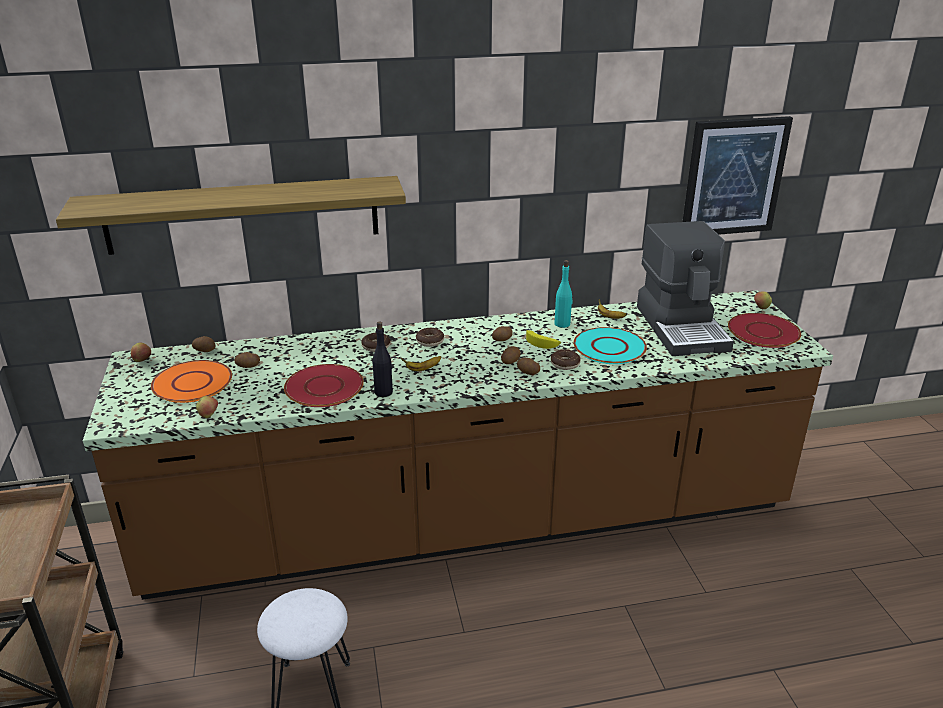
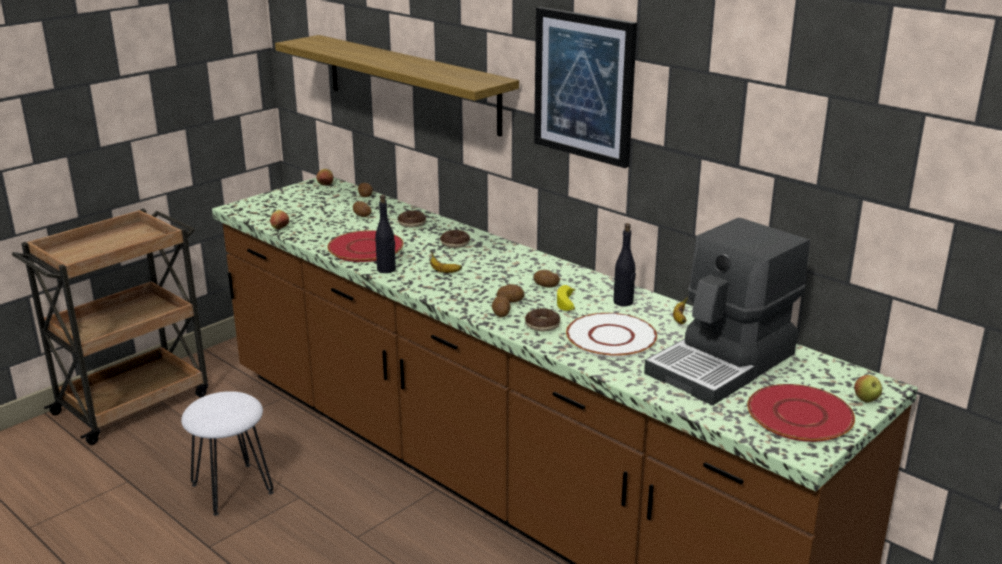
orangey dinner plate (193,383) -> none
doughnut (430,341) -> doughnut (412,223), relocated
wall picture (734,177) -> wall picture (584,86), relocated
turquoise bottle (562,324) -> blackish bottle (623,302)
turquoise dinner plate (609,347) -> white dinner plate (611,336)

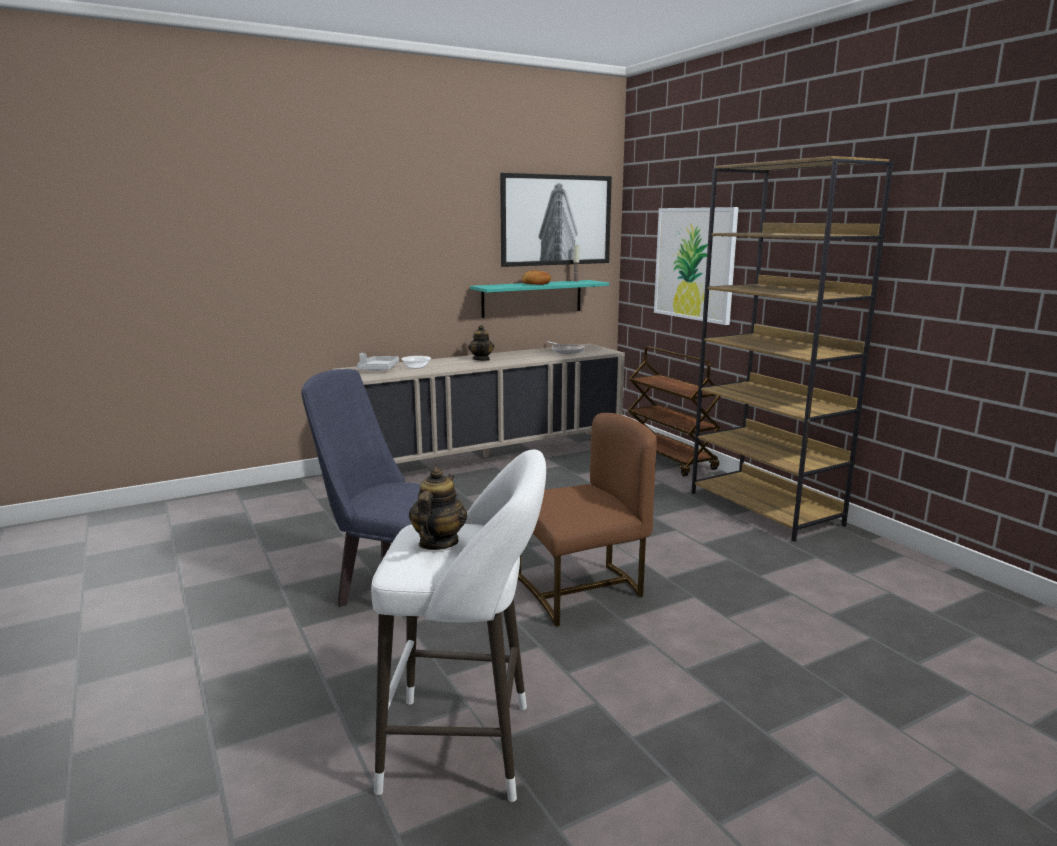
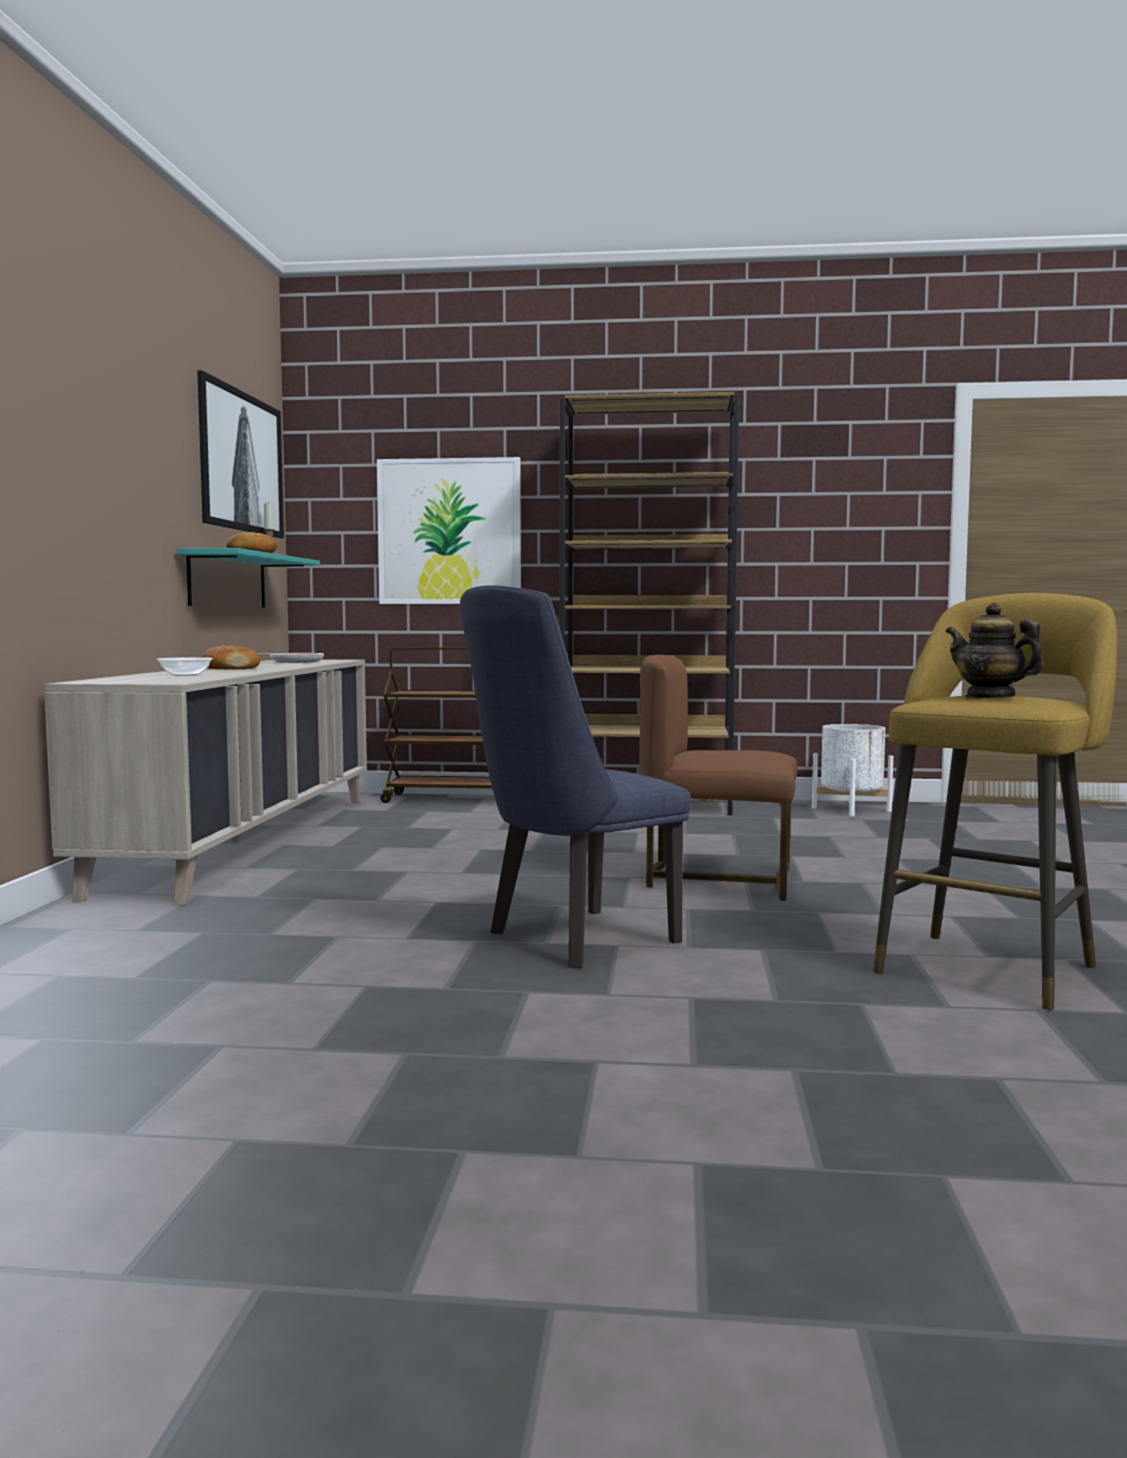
grey carrying tray (379,369) -> none
none -> white plant pot (851,809)
tea pot (481,359) -> baked bread (230,668)
white stool (467,747) -> yellowish stool (990,966)
brown chair (582,590) -> brown chair (718,879), 90 degrees counterclockwise

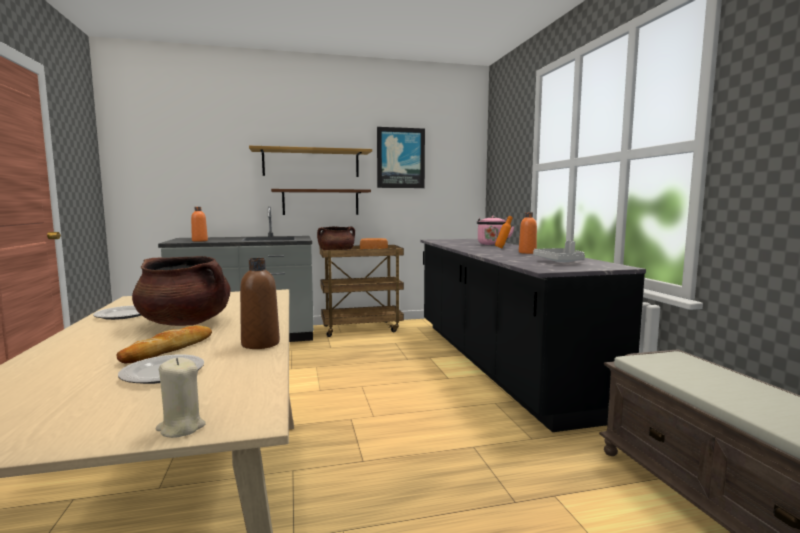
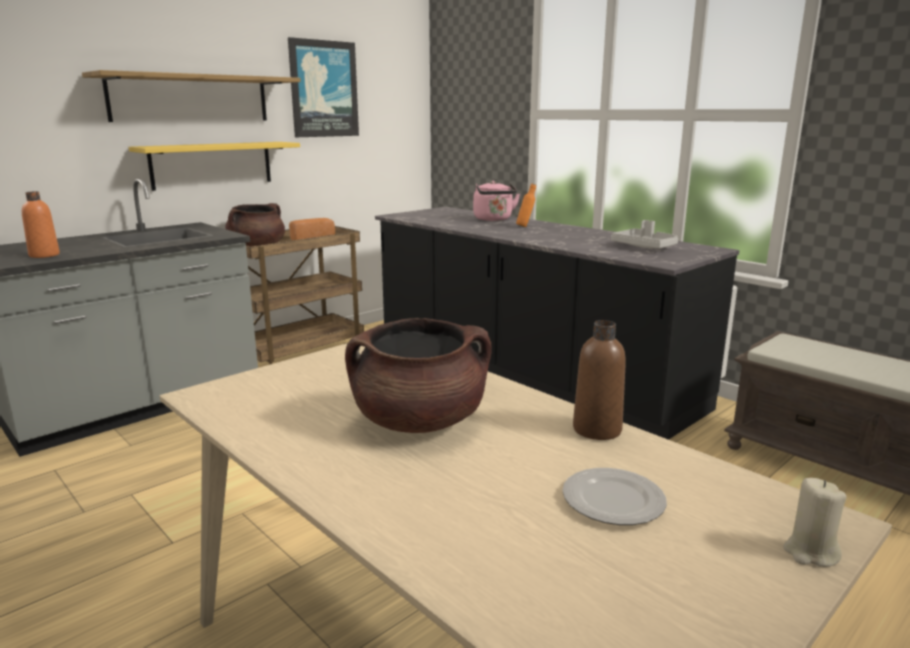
dinner plate (123,315) -> none
baked bread (170,349) -> none
orangey bottle (527,252) -> none
brown bracket shelf (320,202) -> yellowish bracket shelf (212,165)

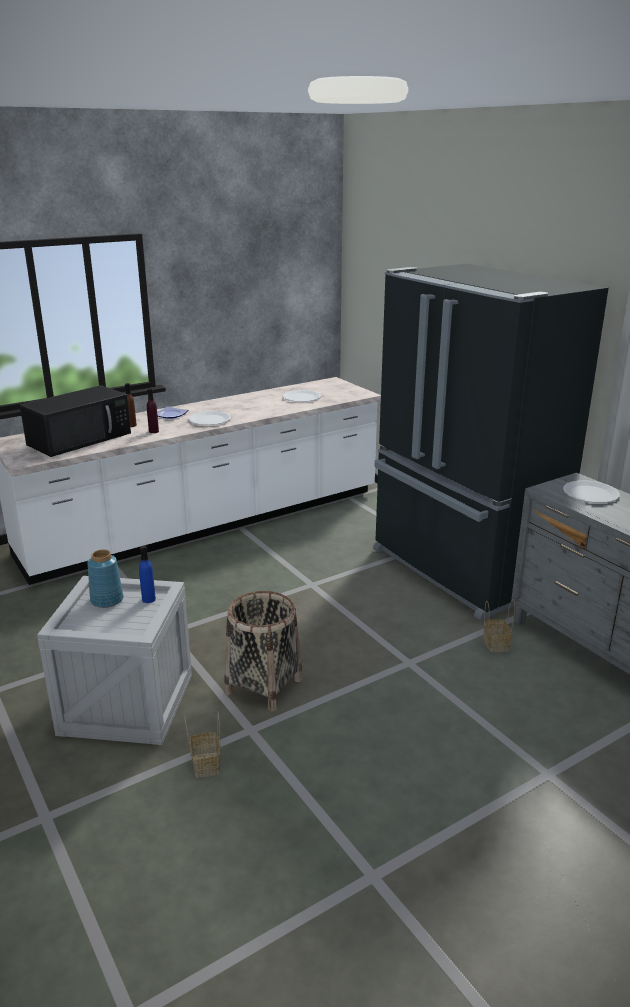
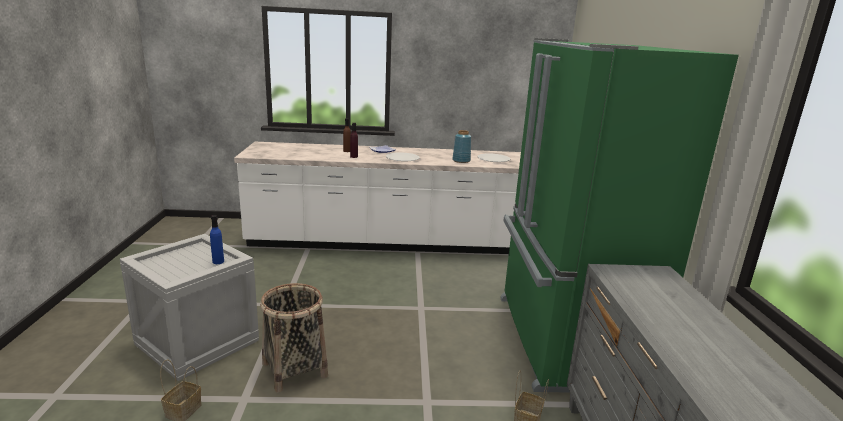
blackish microwave (80,438) -> none
white dinner plate (590,493) -> none
bluish decorative vase (107,600) -> bluish decorative vase (461,161), relocated
blackish kitchen fridge (460,569) -> green kitchen fridge (563,341)

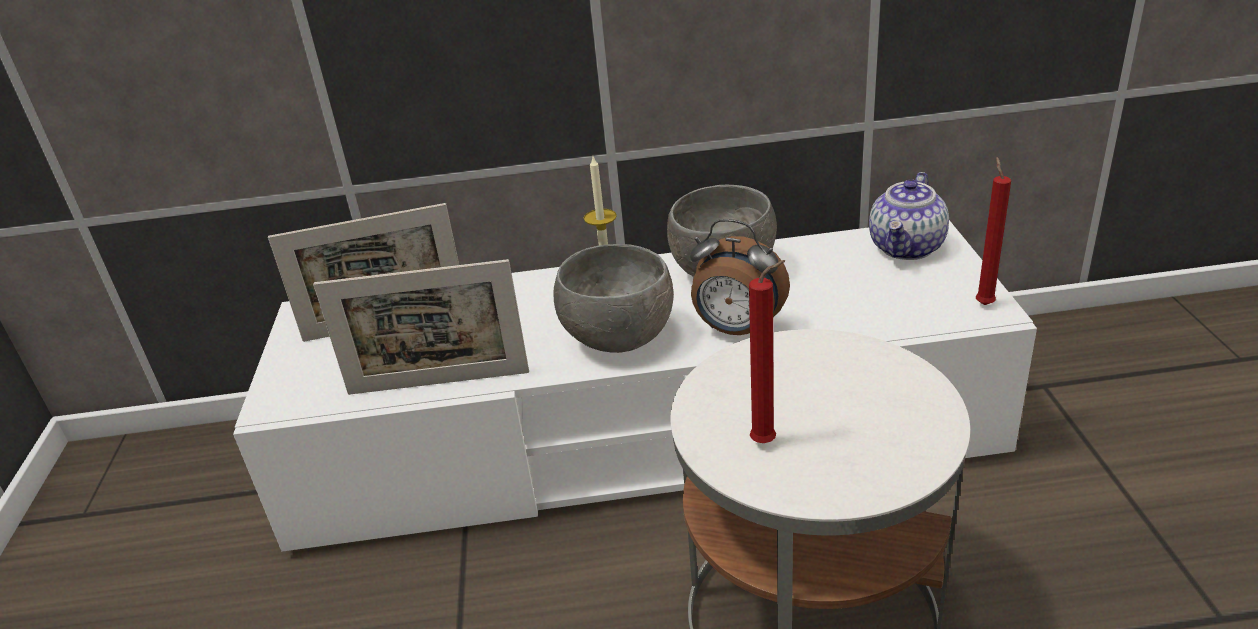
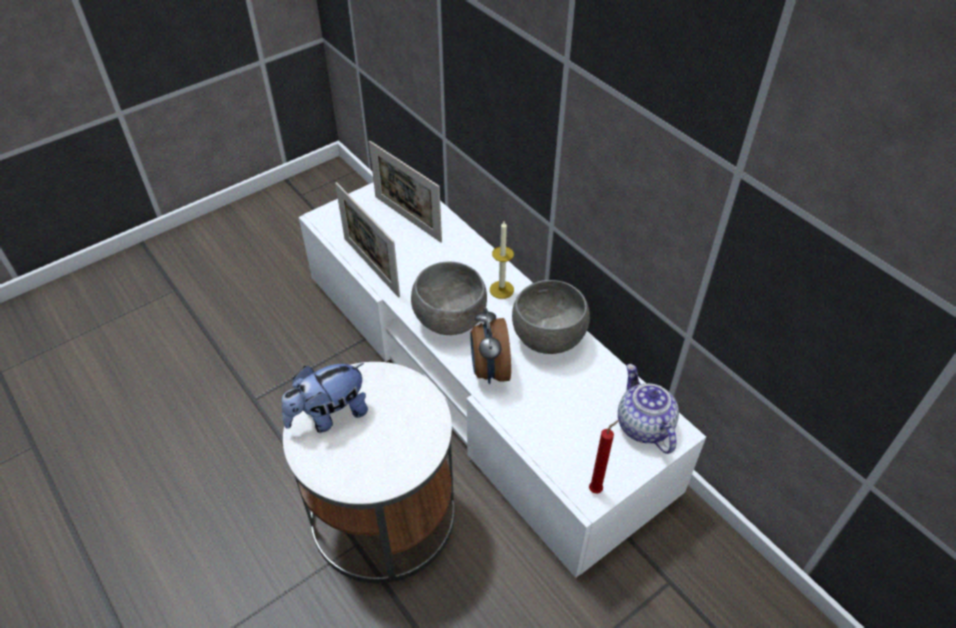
reddish wax light (767,442) -> soft toy (329,415)
tea pot (907,248) -> tea pot (643,425), 75 degrees clockwise

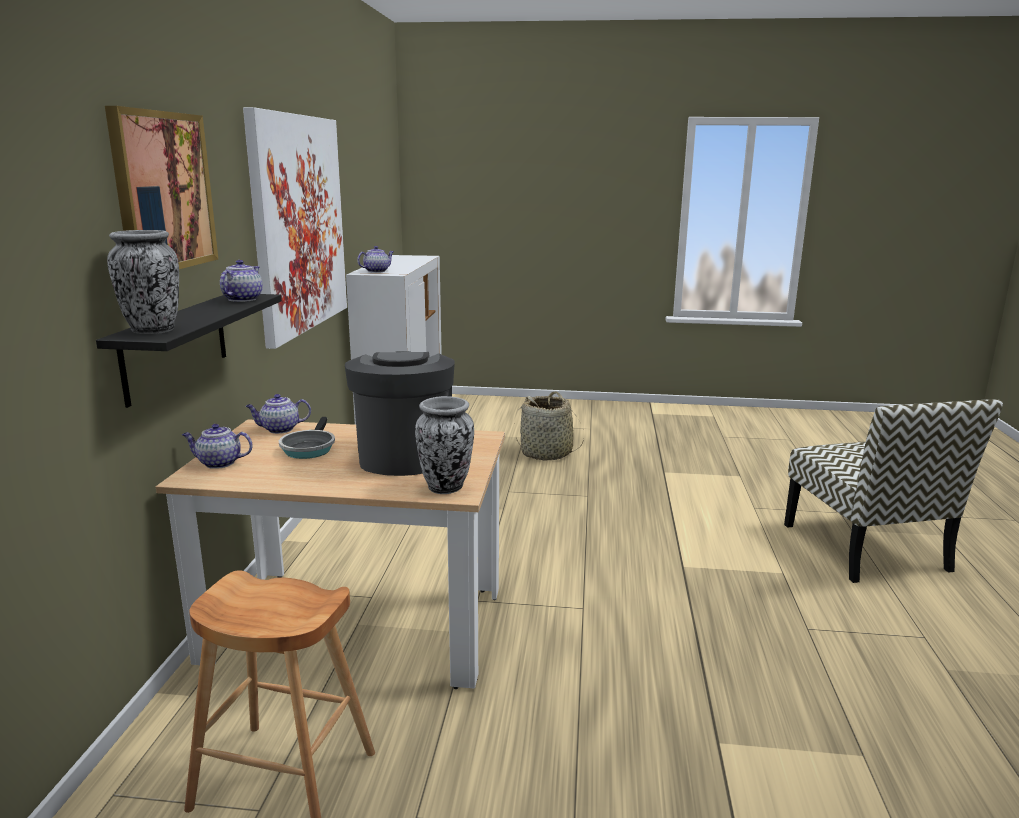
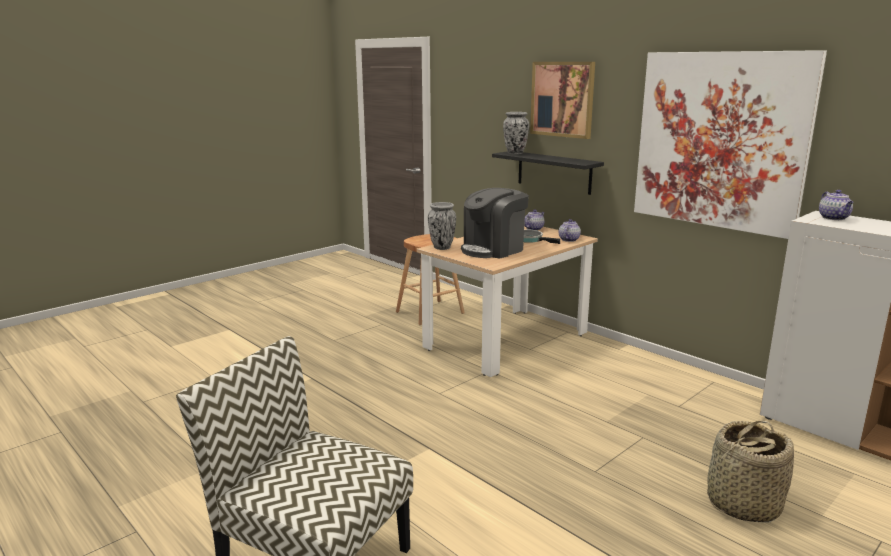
tea pot (243,299) -> none
coffee brewer (404,454) -> coffee brewer (493,249), 105 degrees clockwise

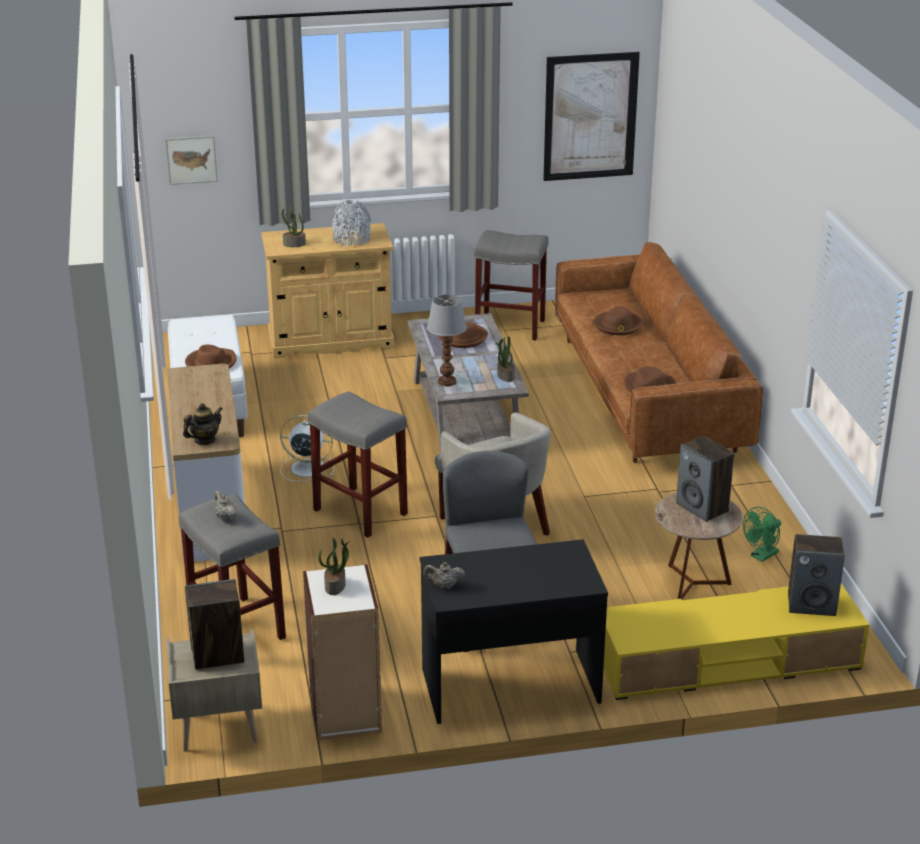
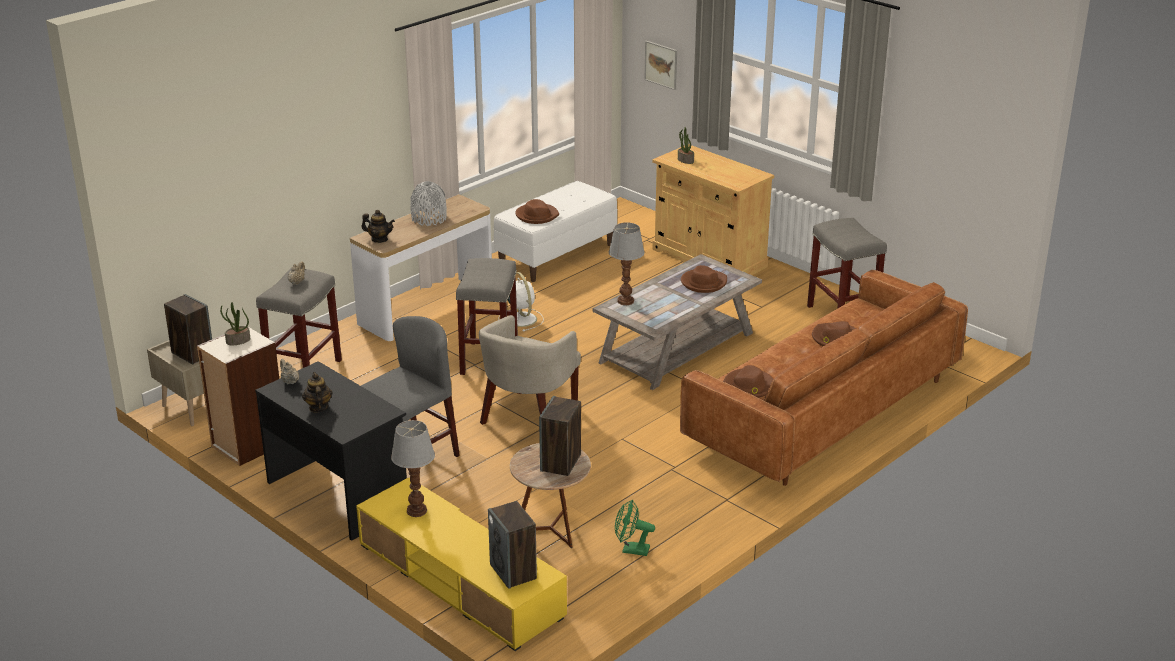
houseplant (505,376) -> none
wall picture (590,117) -> none
none -> tea pot (318,407)
none -> table lamp (416,511)
grey decorative vase (351,239) -> grey decorative vase (429,219), relocated

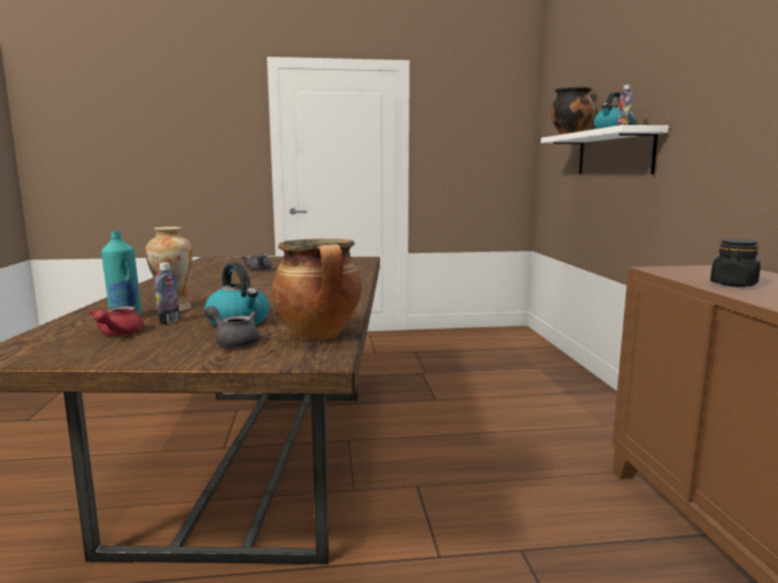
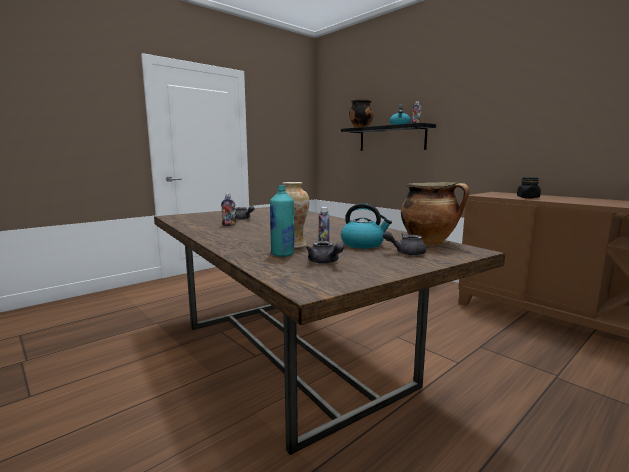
none -> bottle (229,225)
reddish tea pot (118,334) -> grey tea pot (325,262)
white bracket shelf (614,153) -> blackish bracket shelf (391,138)

